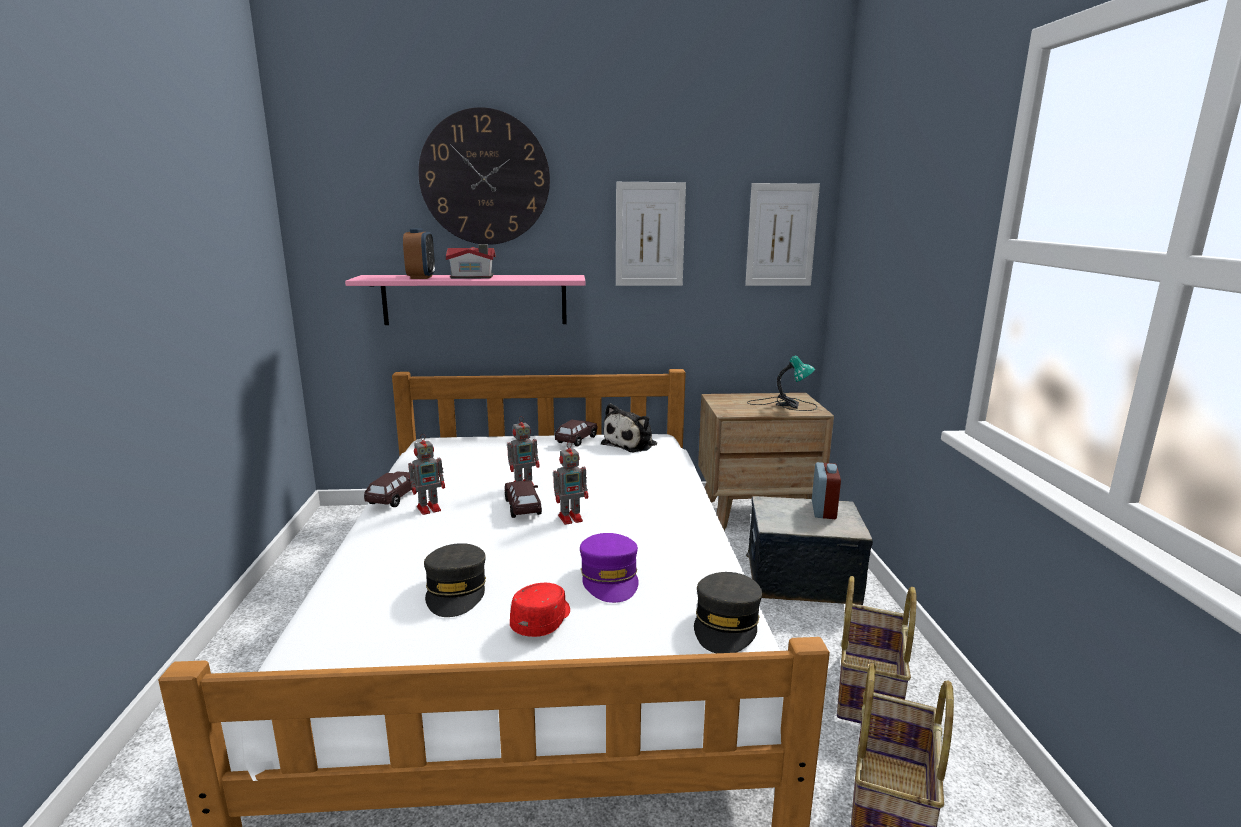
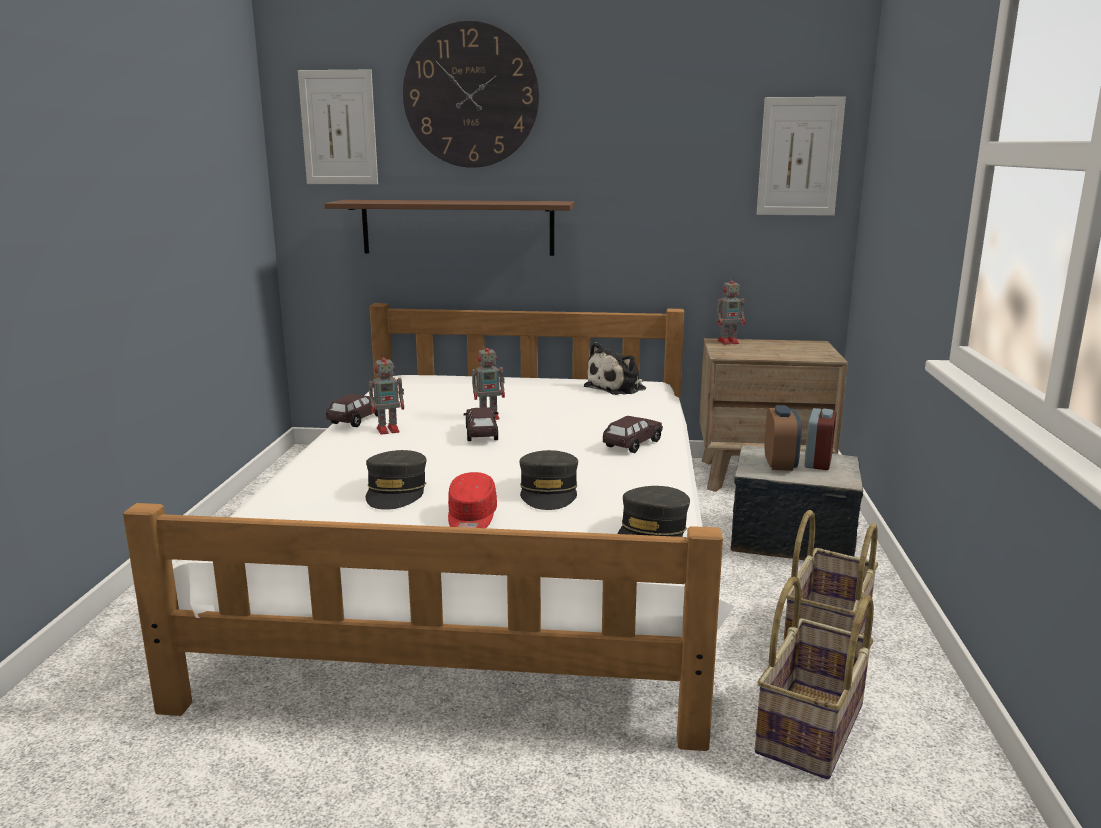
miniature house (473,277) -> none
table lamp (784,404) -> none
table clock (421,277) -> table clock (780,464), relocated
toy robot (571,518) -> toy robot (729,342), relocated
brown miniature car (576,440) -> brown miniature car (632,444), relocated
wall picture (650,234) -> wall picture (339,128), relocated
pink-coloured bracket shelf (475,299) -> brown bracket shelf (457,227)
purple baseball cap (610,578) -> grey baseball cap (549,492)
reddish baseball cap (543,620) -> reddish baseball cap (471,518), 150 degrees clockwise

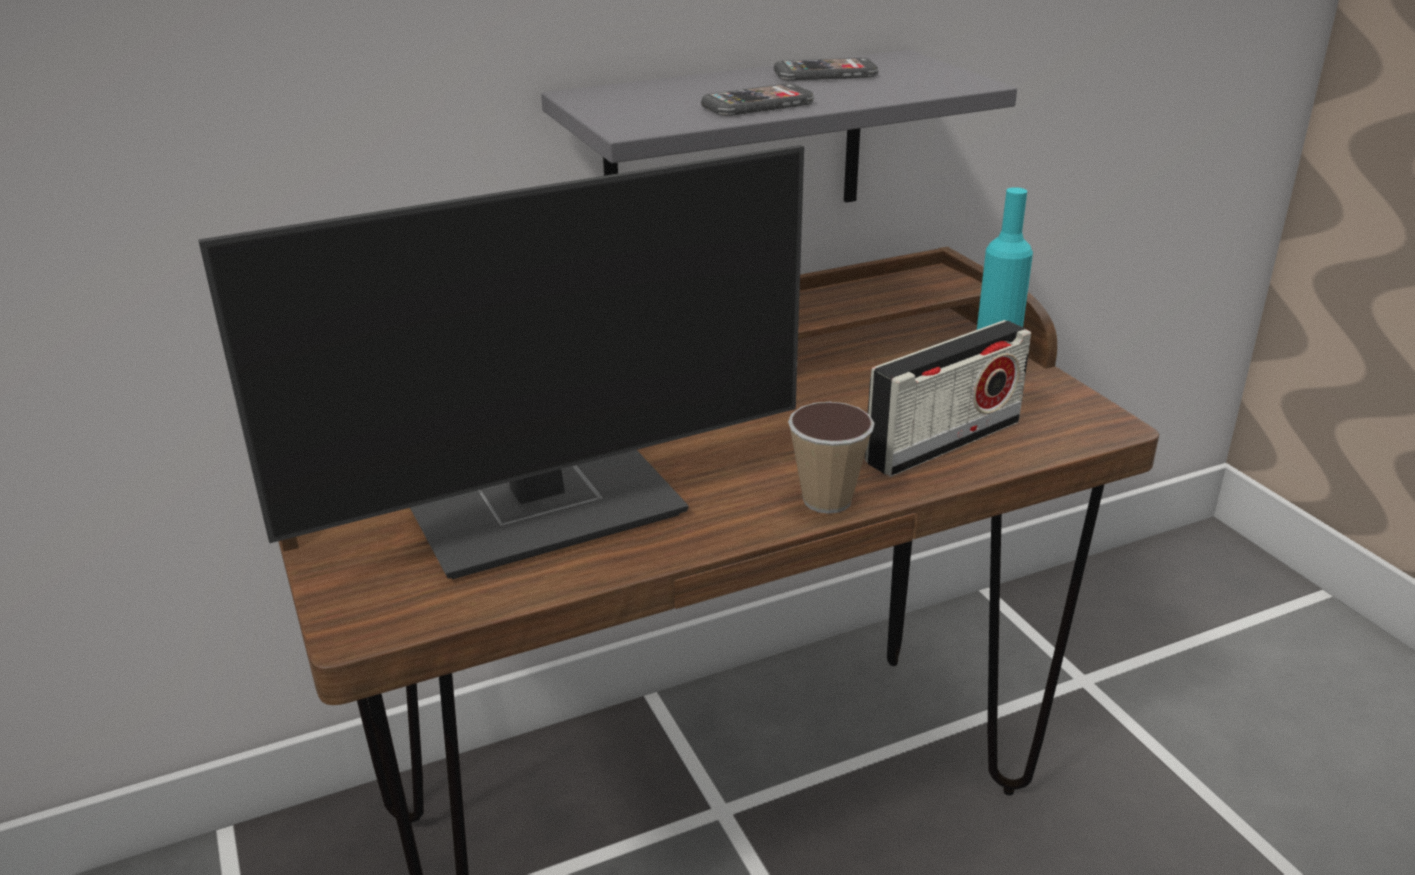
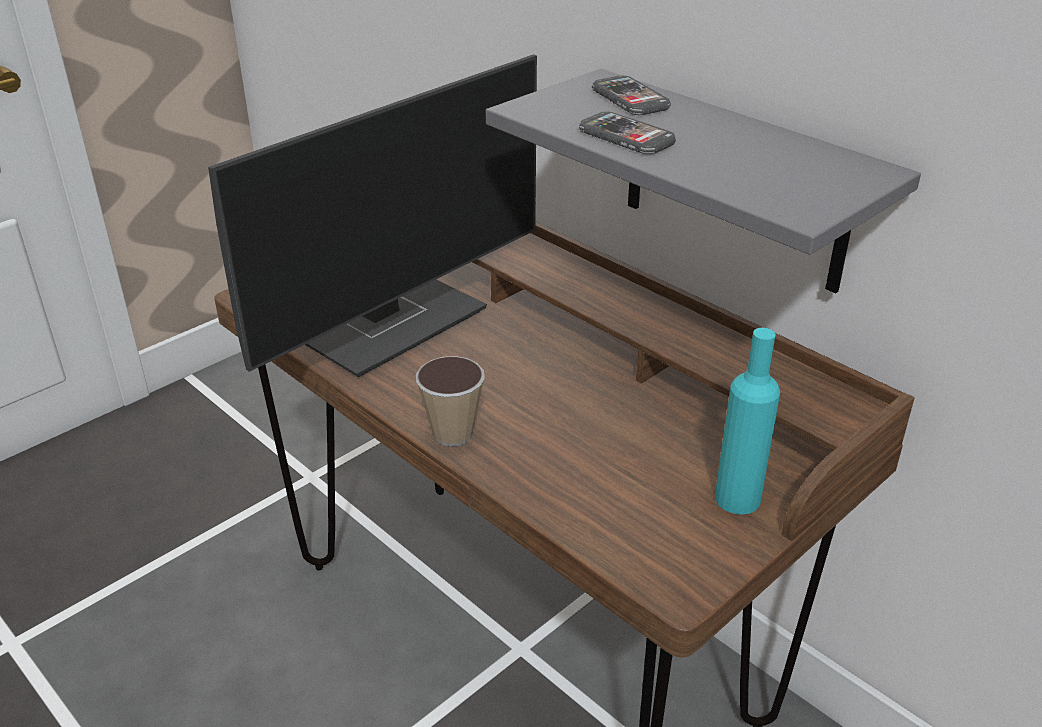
radio (943,442) -> none
phone (825,74) -> phone (630,99), relocated
computer display (550,507) -> computer display (391,322), 90 degrees counterclockwise

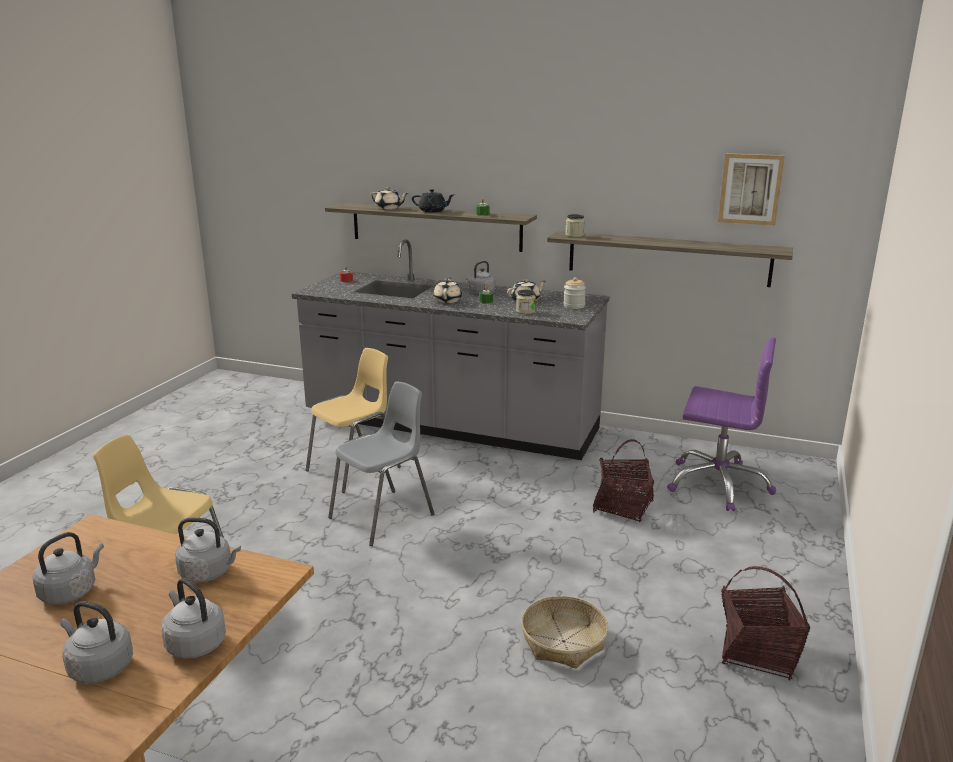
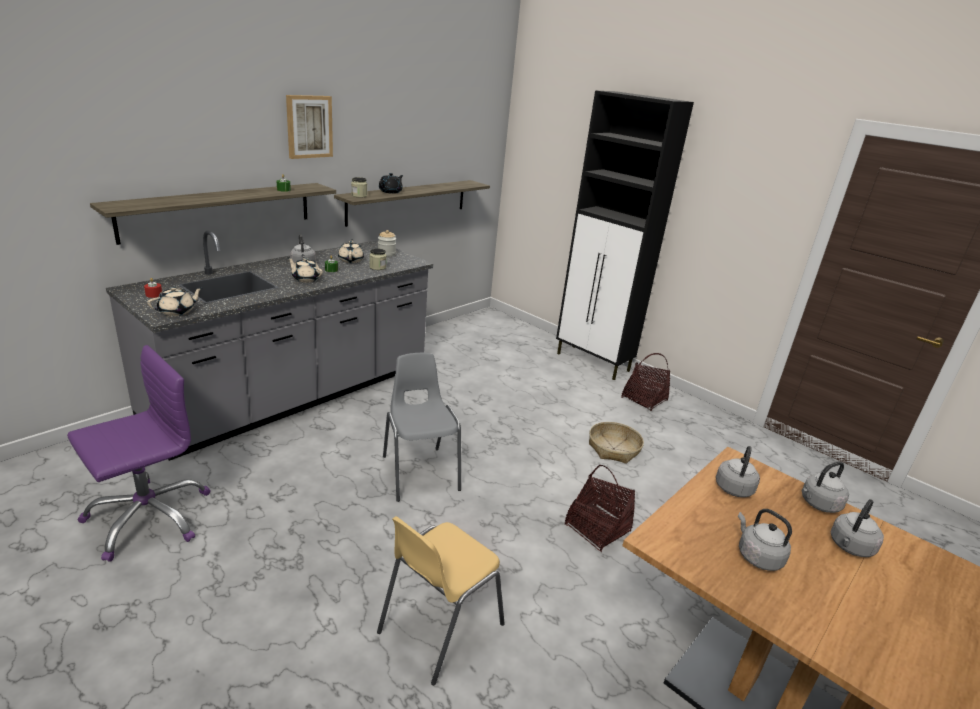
yellowish chair (355,469) -> none
none -> blackish storage cabinet (593,363)
sand-coloured tea pot (389,208) -> sand-coloured tea pot (177,311), relocated
blackish tea pot (433,211) -> blackish tea pot (391,191), relocated
household basket (623,507) -> household basket (597,528), relocated
purple office chair (718,484) -> purple office chair (148,517), relocated
wall picture (750,189) -> wall picture (309,126), relocated

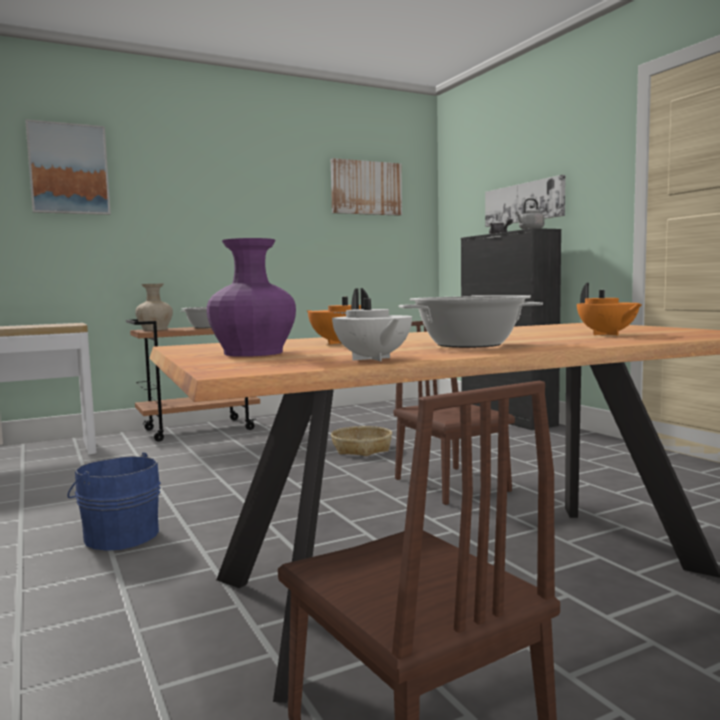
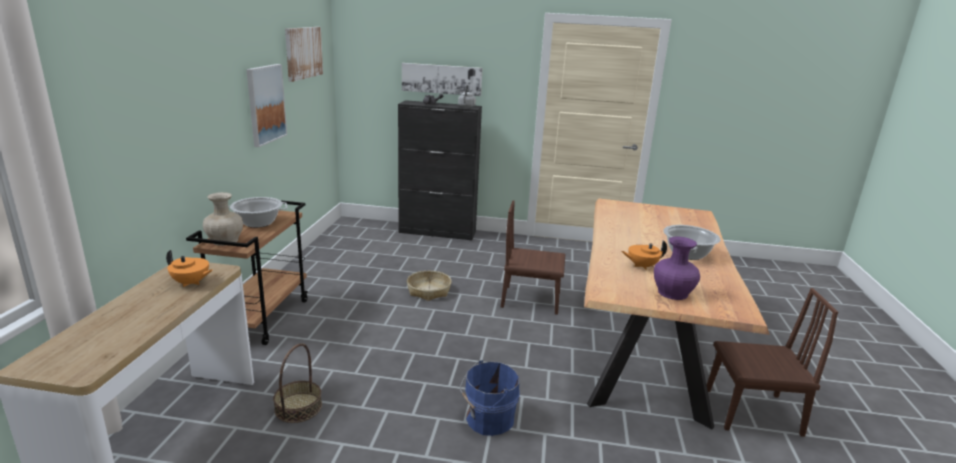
white tea pot (372,359) -> none
none -> household basket (298,407)
wall picture (69,169) -> wall picture (265,104), relocated
orangey tea pot (607,334) -> orangey tea pot (191,283), relocated

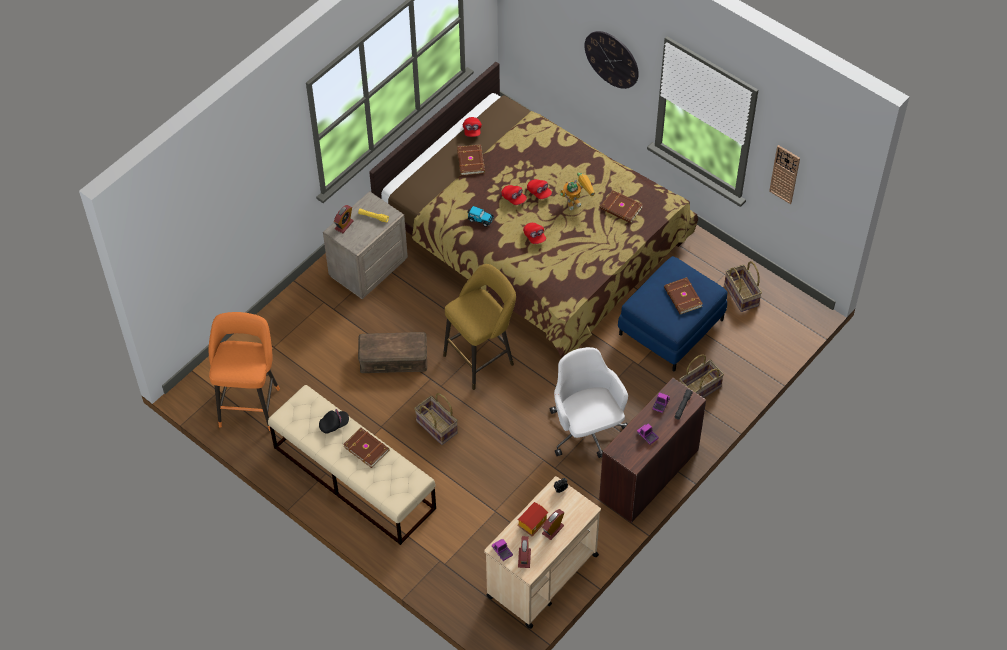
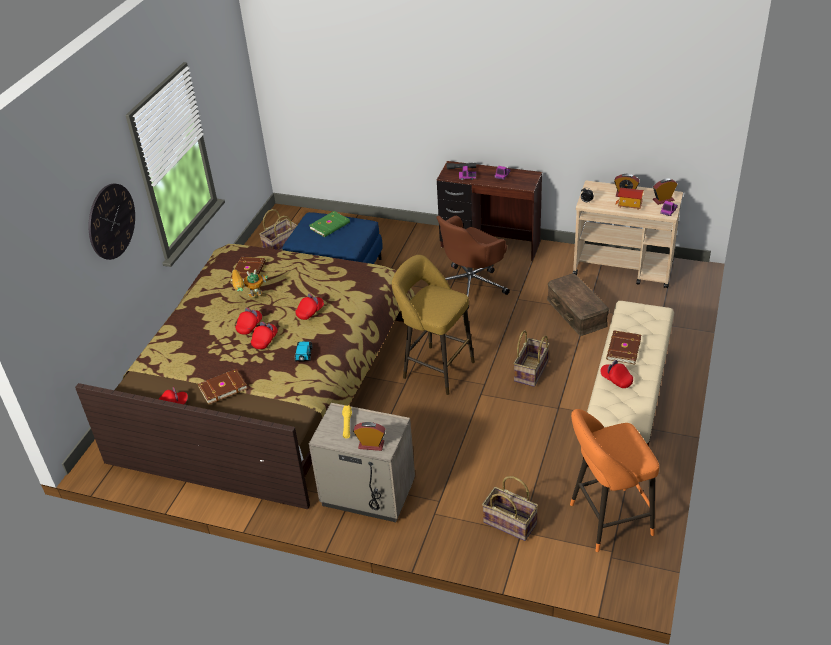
wall clock (785,174) -> none
brown storage container (393,359) -> brown storage container (577,312), relocated
household basket (700,389) -> household basket (510,522), relocated
blackish baseball cap (334,424) -> reddish baseball cap (616,380)
white office chair (586,430) -> brown office chair (471,285)
brown book (682,297) -> green book (330,226)
toy robot (577,201) -> toy robot (250,299), 60 degrees counterclockwise

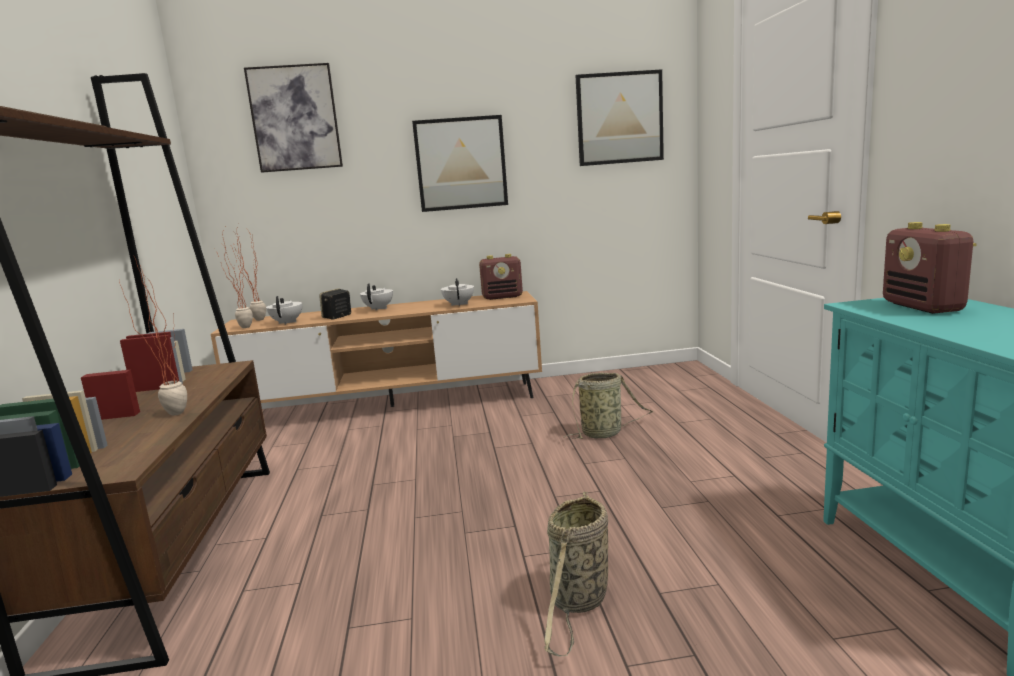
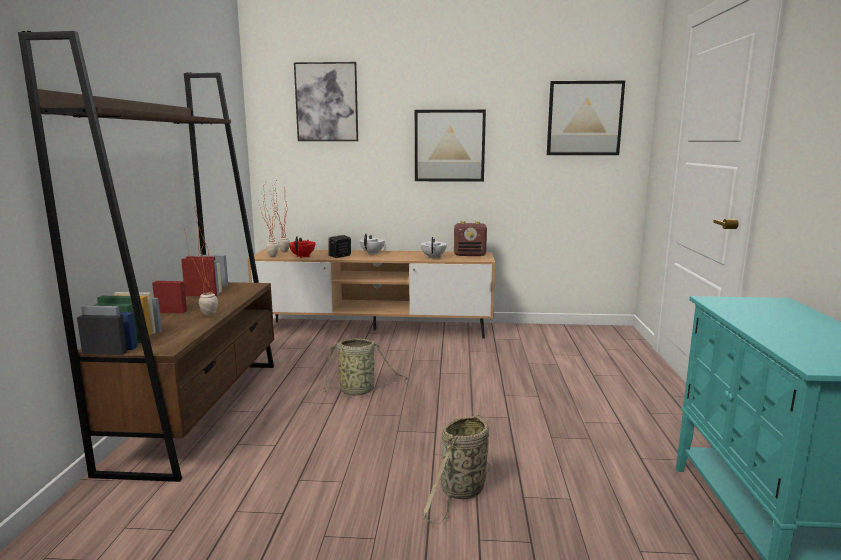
radio (923,307) -> none
household basket (604,433) -> household basket (359,391), relocated
white tea pot (287,322) -> reddish tea pot (303,256)

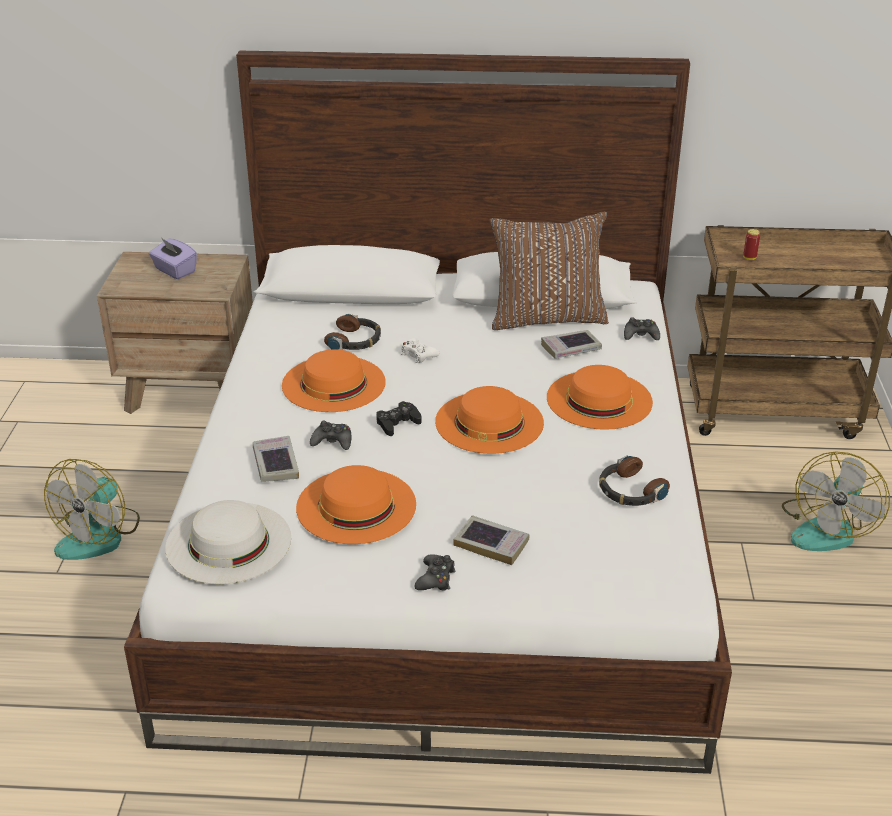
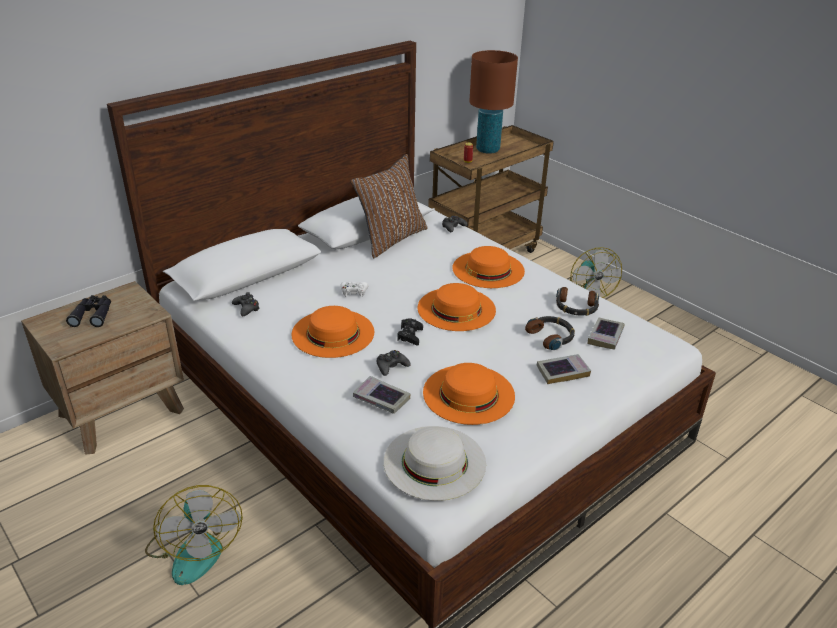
none -> brown table lamp (488,150)
headset (355,341) -> headset (551,336), relocated
blackish joypad (435,578) -> blackish joypad (246,308), relocated
book (571,348) -> book (605,336), relocated
purple tissue box (174,271) -> blackish binoculars (93,315)

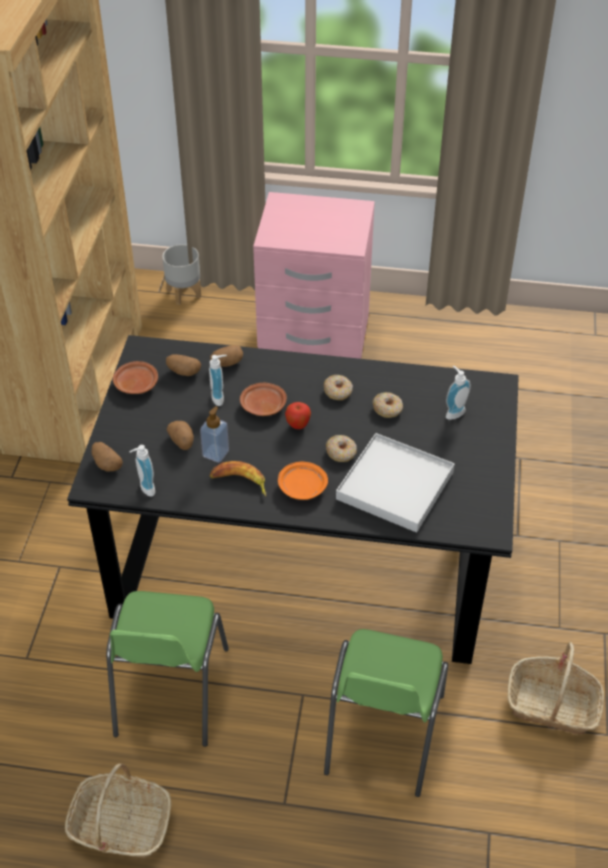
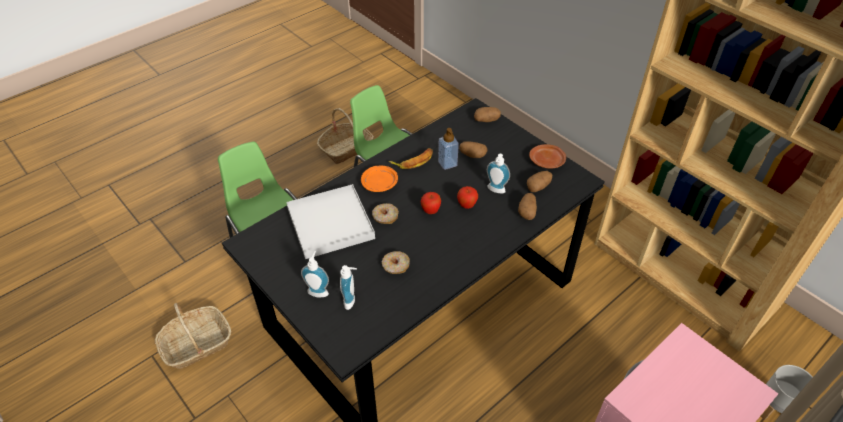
doughnut (338,391) -> none
soap bottle (144,489) -> soap bottle (318,290), relocated
brown dinner plate (262,406) -> whole apple (466,205)

